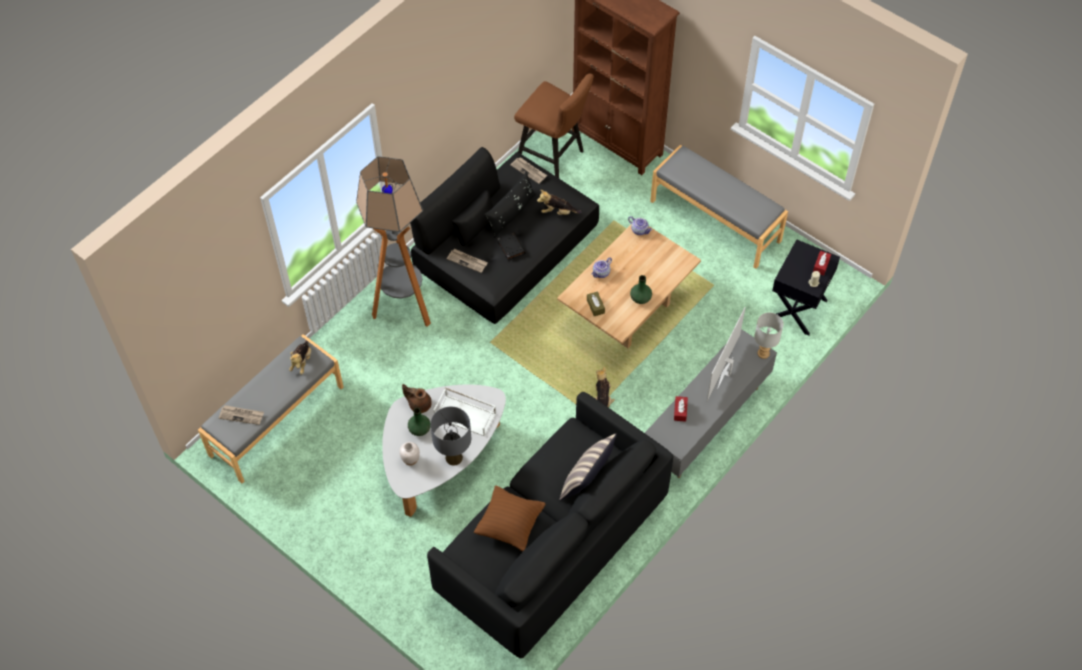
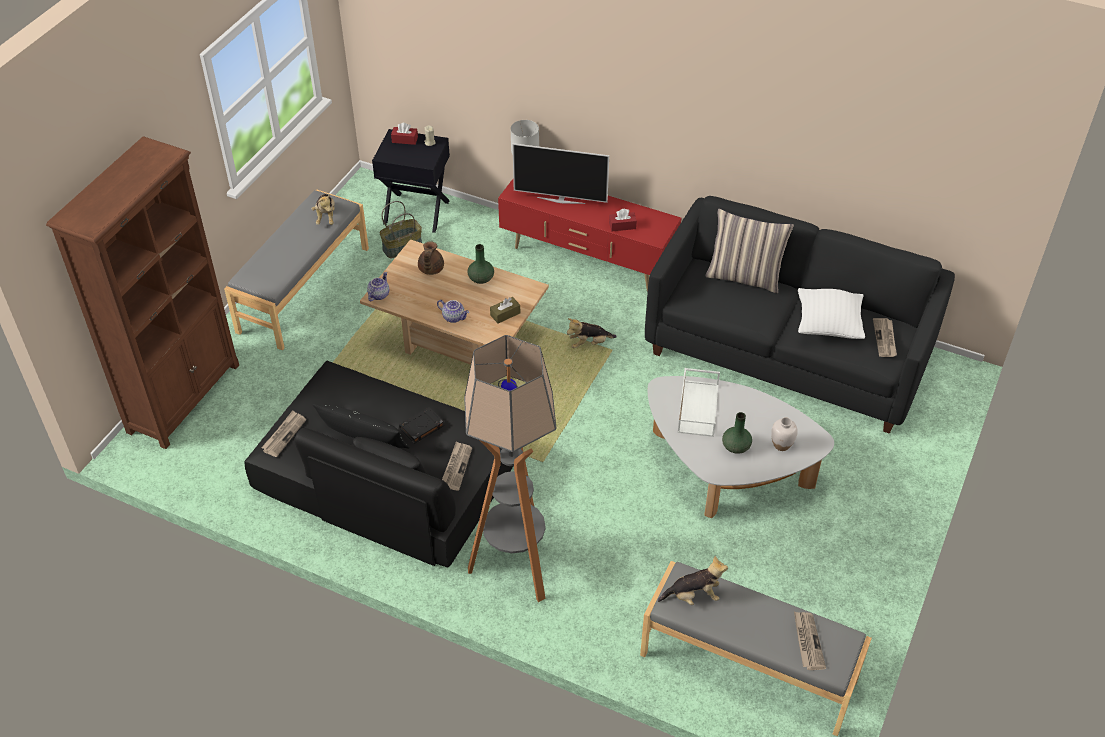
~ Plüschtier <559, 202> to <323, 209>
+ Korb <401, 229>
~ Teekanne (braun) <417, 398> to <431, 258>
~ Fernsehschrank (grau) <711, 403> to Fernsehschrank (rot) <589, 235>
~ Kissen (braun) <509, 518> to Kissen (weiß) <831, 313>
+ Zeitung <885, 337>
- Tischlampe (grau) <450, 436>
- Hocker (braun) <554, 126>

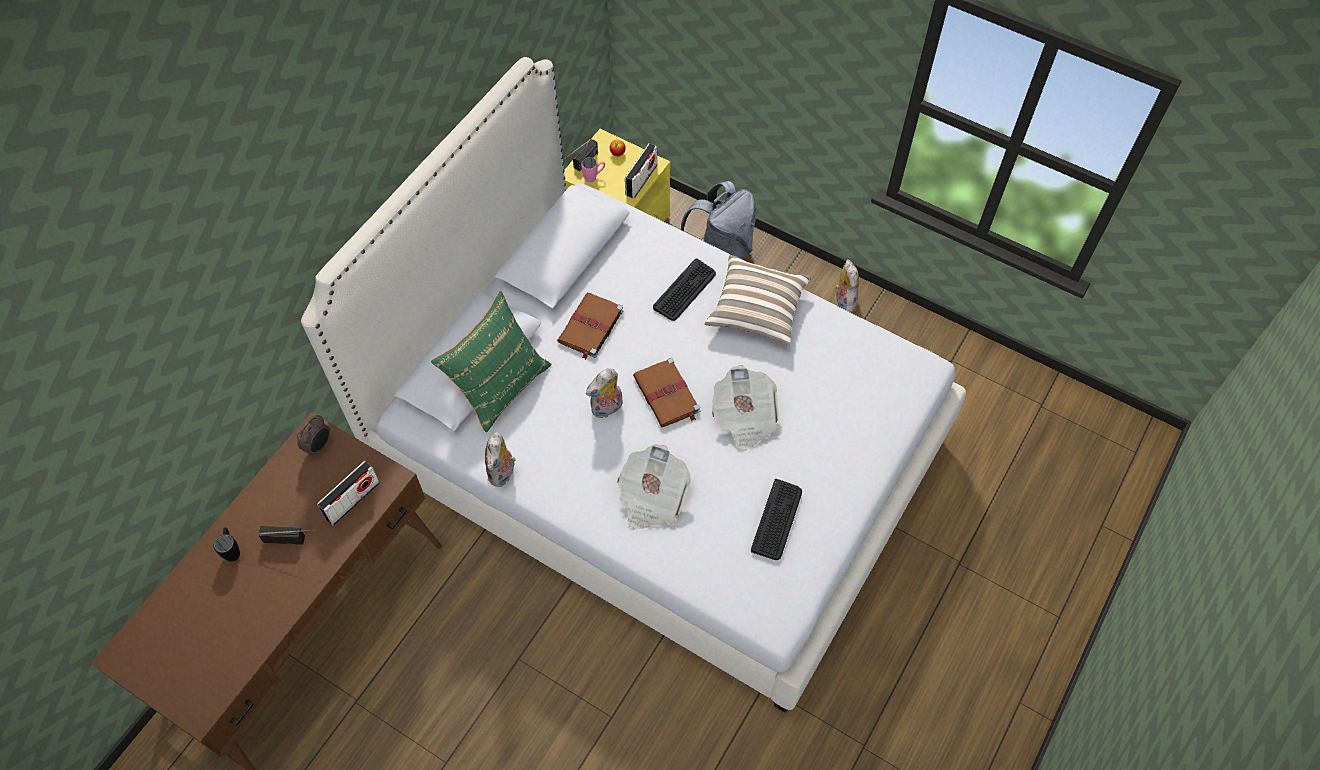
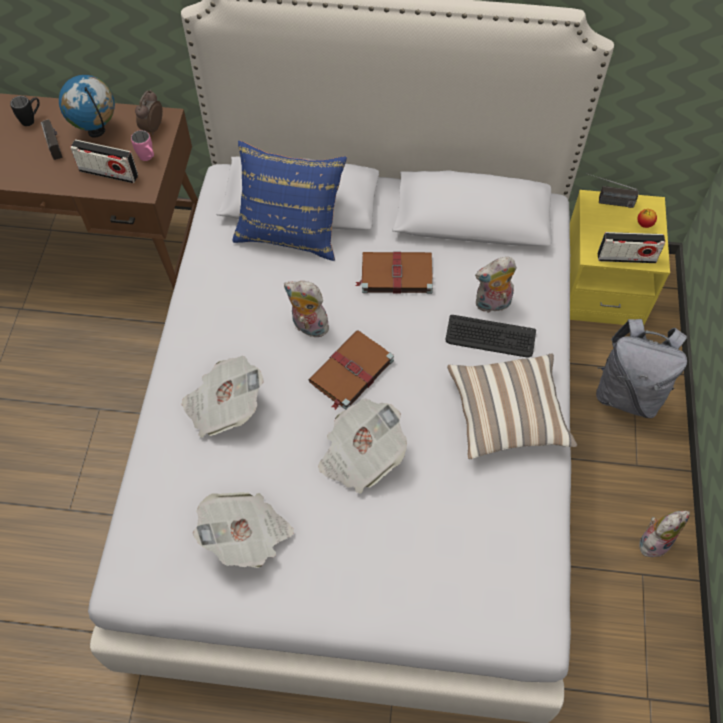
+ Globus <87, 106>
~ Henkelbecher (rosa) <593, 169> to <142, 145>
~ Wecker <313, 435> = <149, 112> 105 degrees clockwise
~ Tastatur <776, 519> to Zeitung <243, 530>
~ Kissen (grün) <491, 361> to Kissen (blau) <290, 201>
~ Plüschtier <500, 459> to <496, 285>

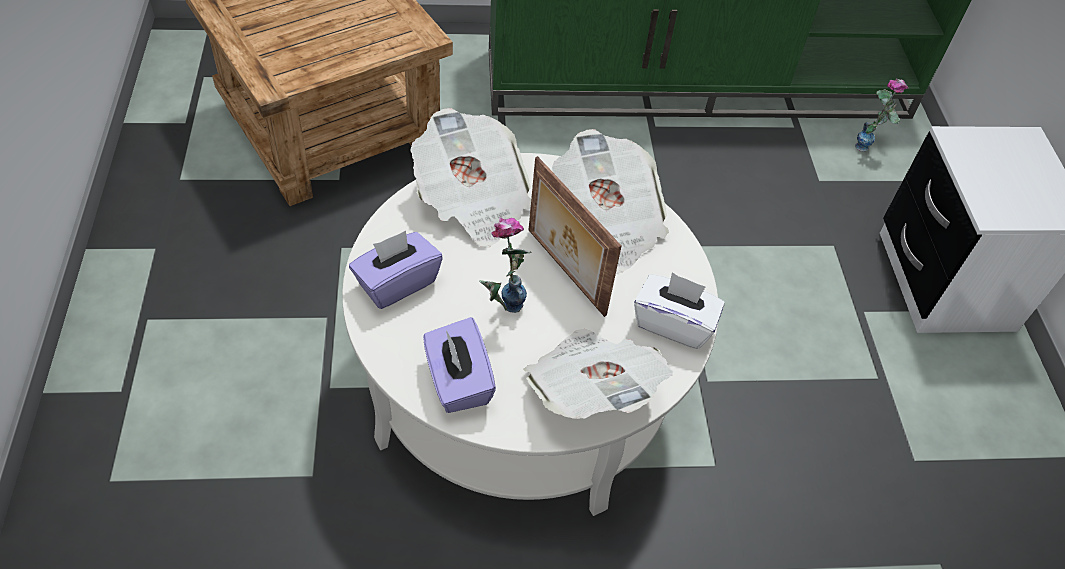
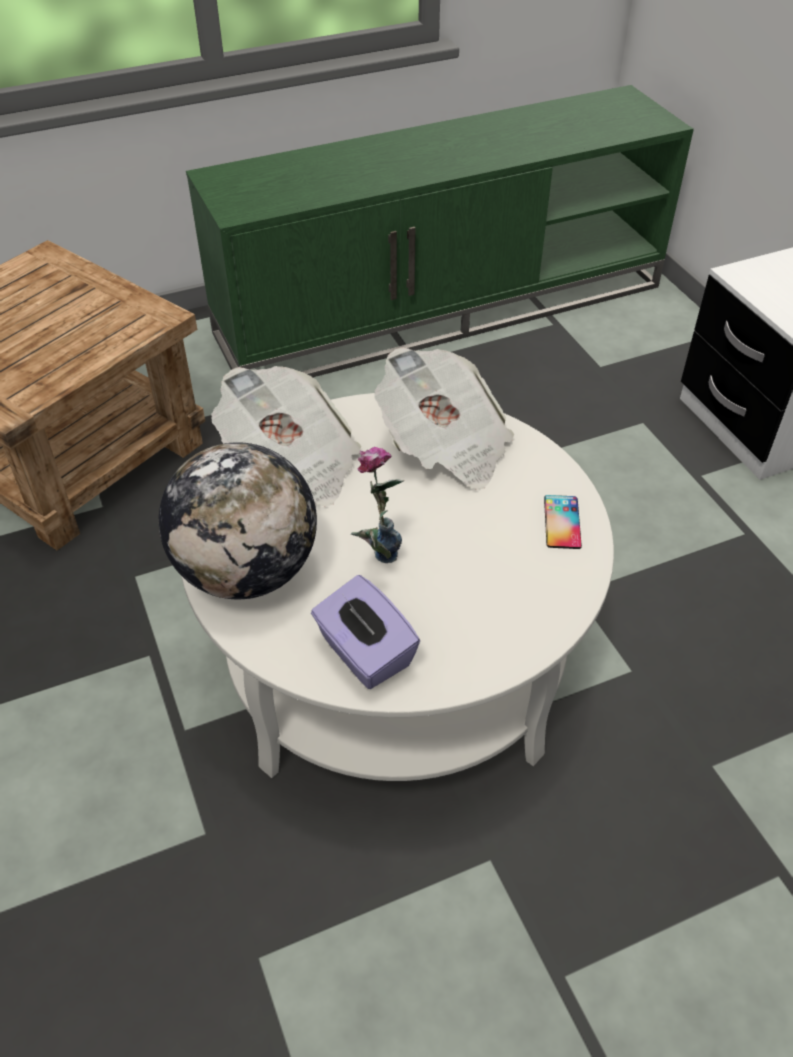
~ Taschentuchbox (lila) <396, 270> to Globus <237, 520>
~ Taschentuchbox (weiß) <679, 310> to Handy <563, 522>
- Zeitung <598, 374>
- Bilderrahmen <575, 236>
- Vase <881, 115>

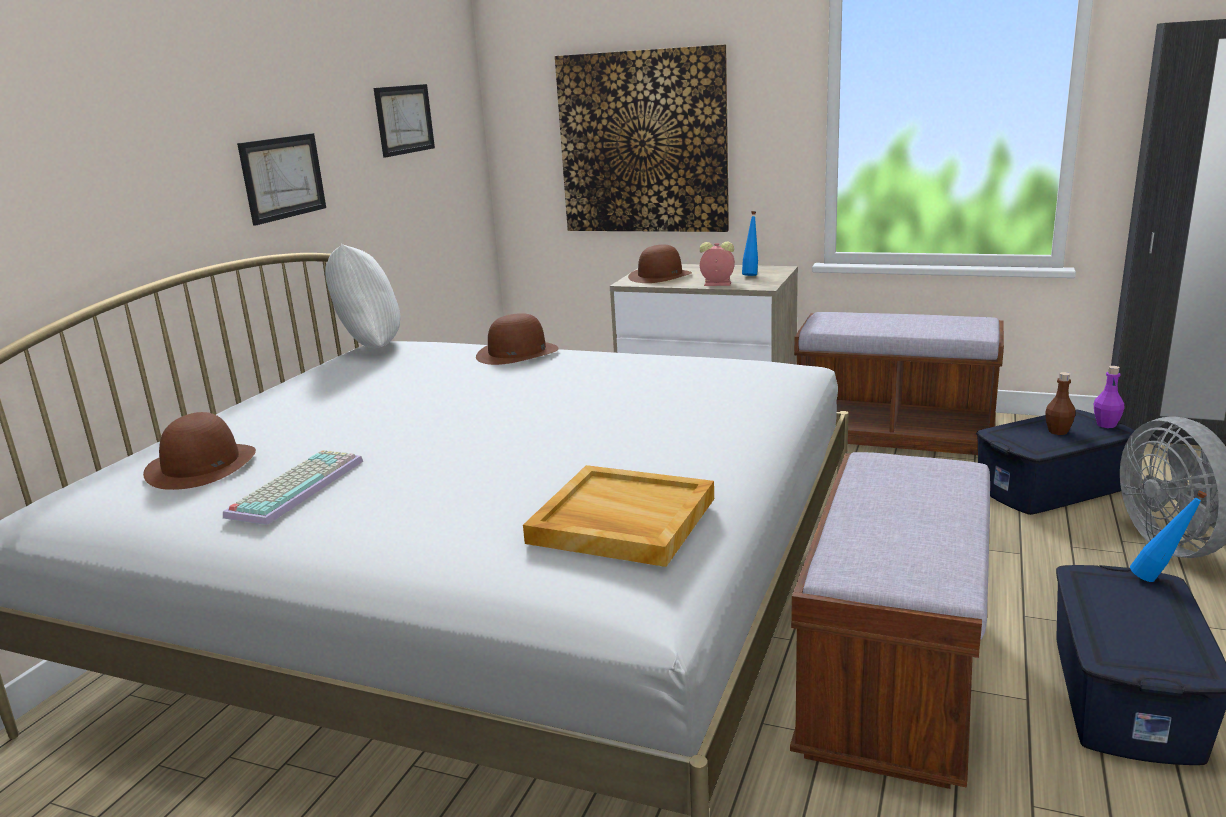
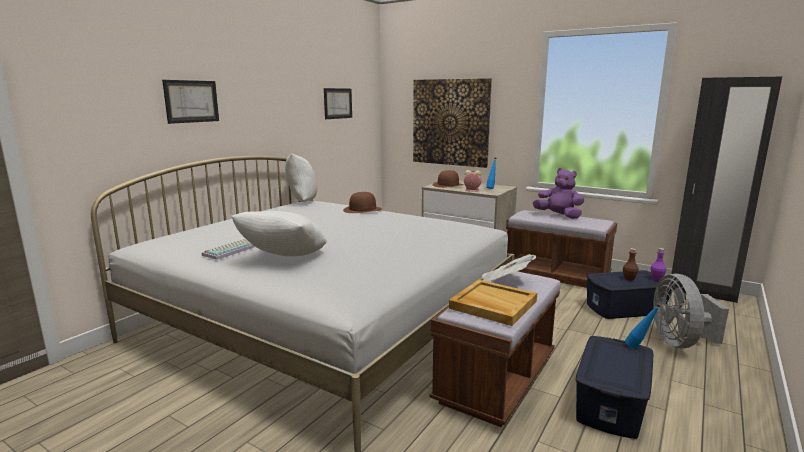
~ Bild <281, 179> to <190, 102>
+ Kissen (weiß) <279, 234>
~ Tablett (beige) <618, 516> to <493, 302>
+ Zeitung <509, 268>
+ Plüschtier (lila) <558, 193>
- Hut (braun) <199, 451>

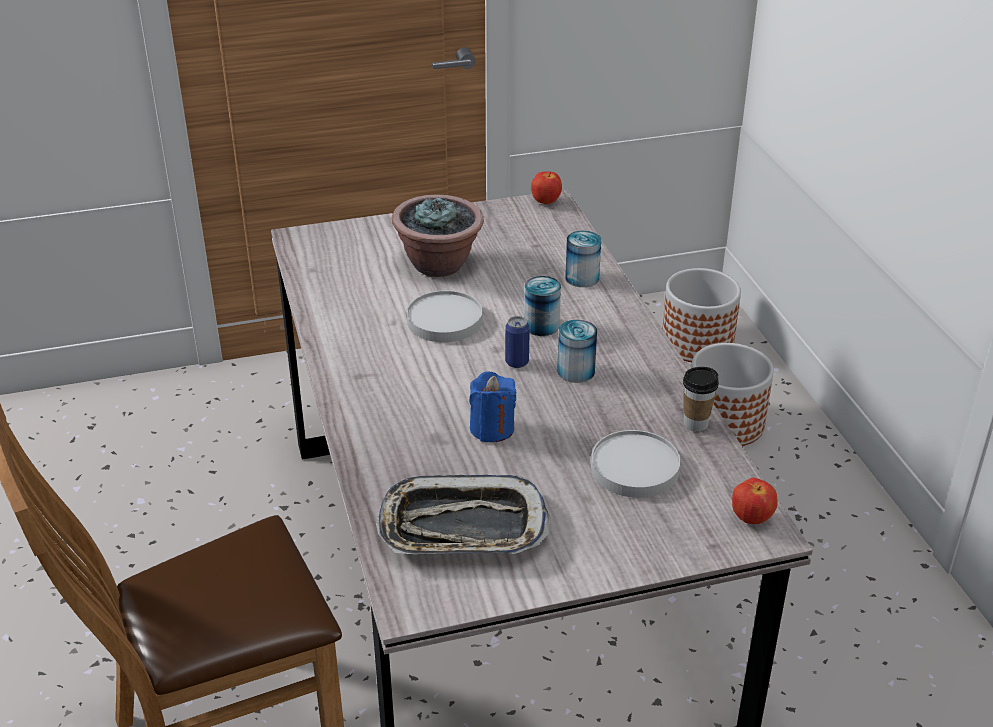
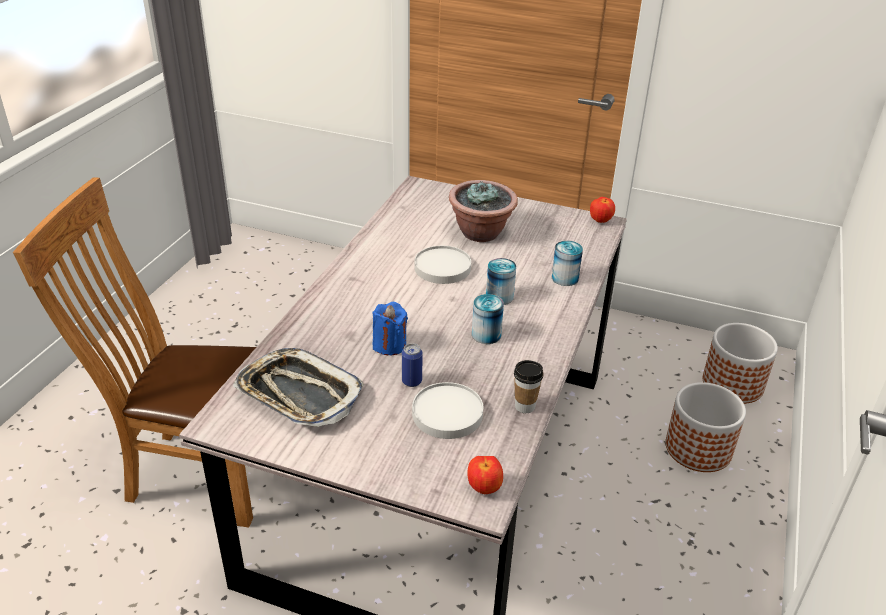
~ Dose <517, 342> to <412, 365>

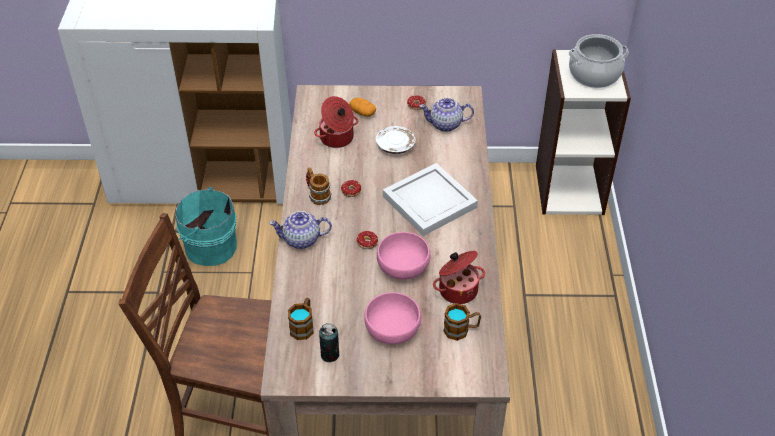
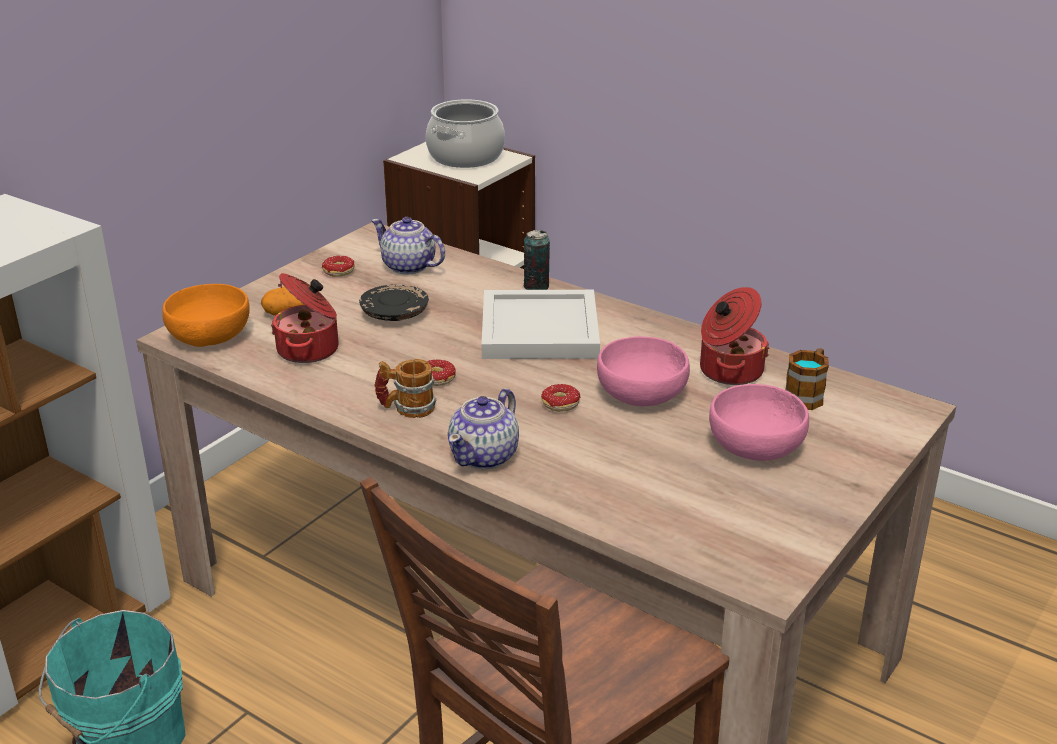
+ Schüssel (orange) <206, 315>
~ Teller (weiß) <396, 140> to Teller (schwarz) <394, 302>
~ Teekanne <446, 115> = <408, 246> 90 degrees clockwise
~ Dose <329, 342> to <536, 260>
- Henkelbecher <301, 319>

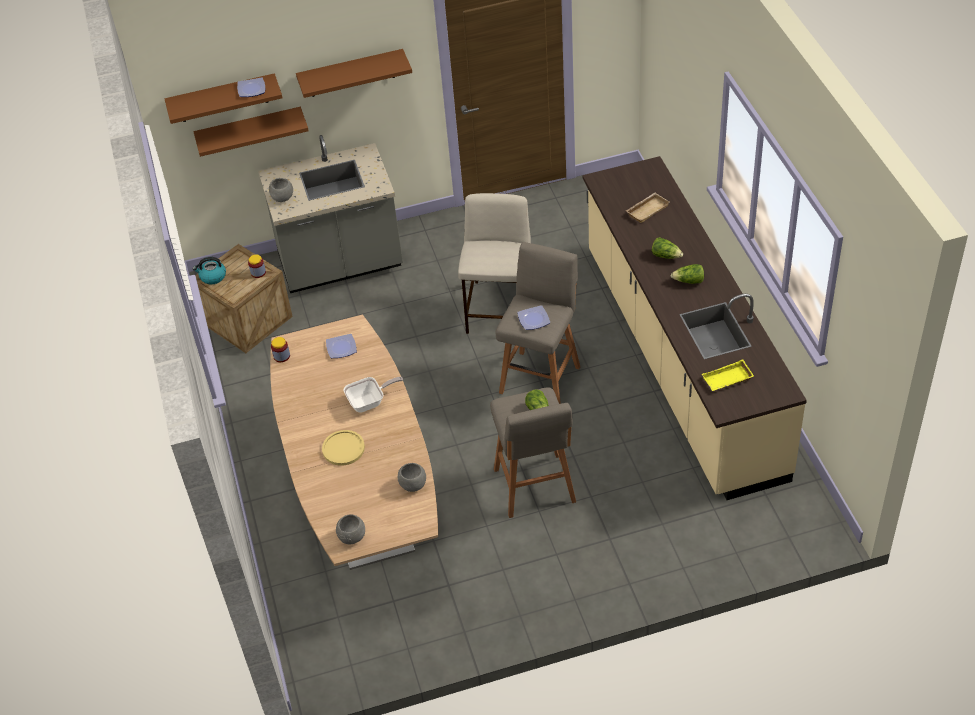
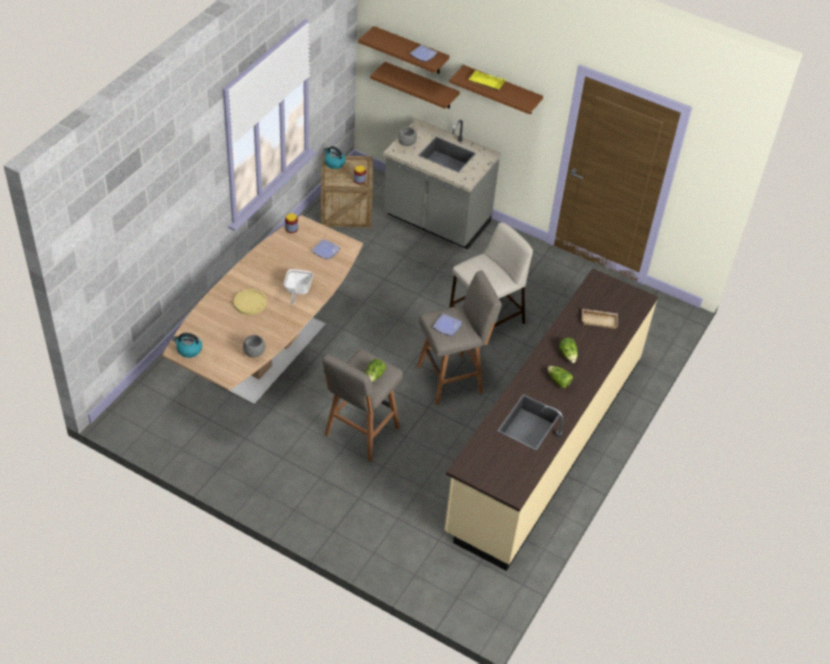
~ Schüssel (grau) <350, 529> to Wasserkessel <187, 345>
~ Pfanne <373, 394> = <298, 286> 75 degrees clockwise
~ Tablett (gelb) <728, 375> to <487, 80>

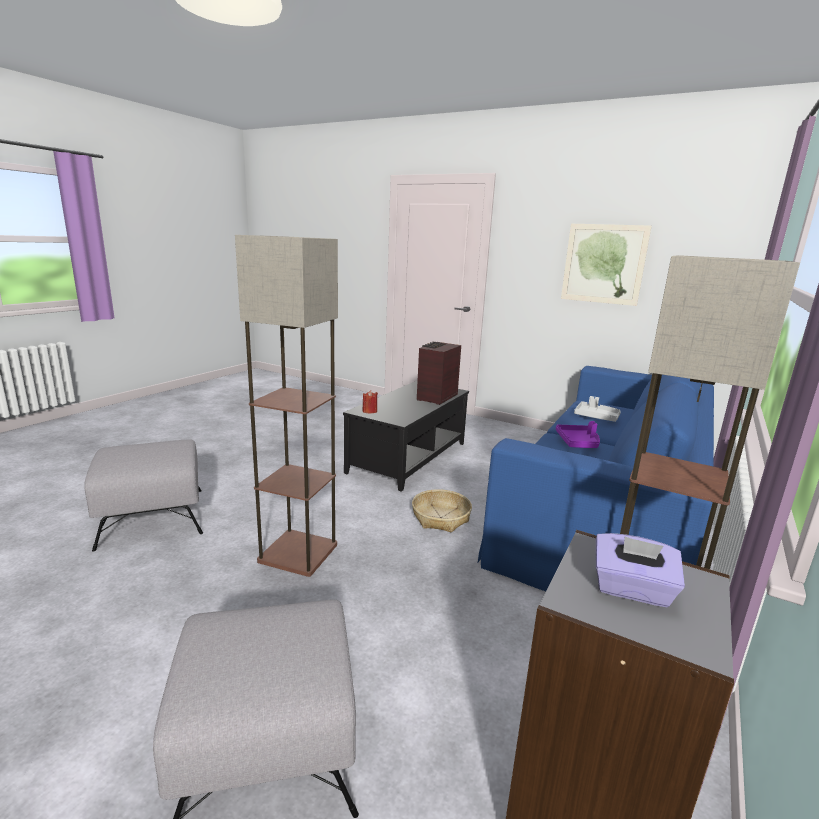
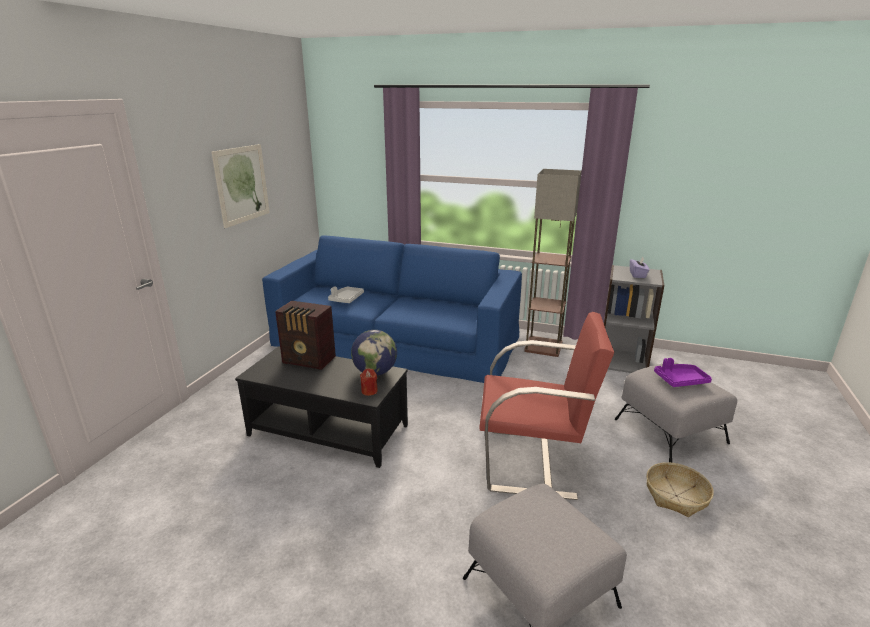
+ Globus <374, 353>
~ Stehlampe <286, 406> to Sessel (rot) <547, 406>
~ Korb <442, 510> to <680, 489>
~ Tablett (lila) <578, 434> to <683, 372>

